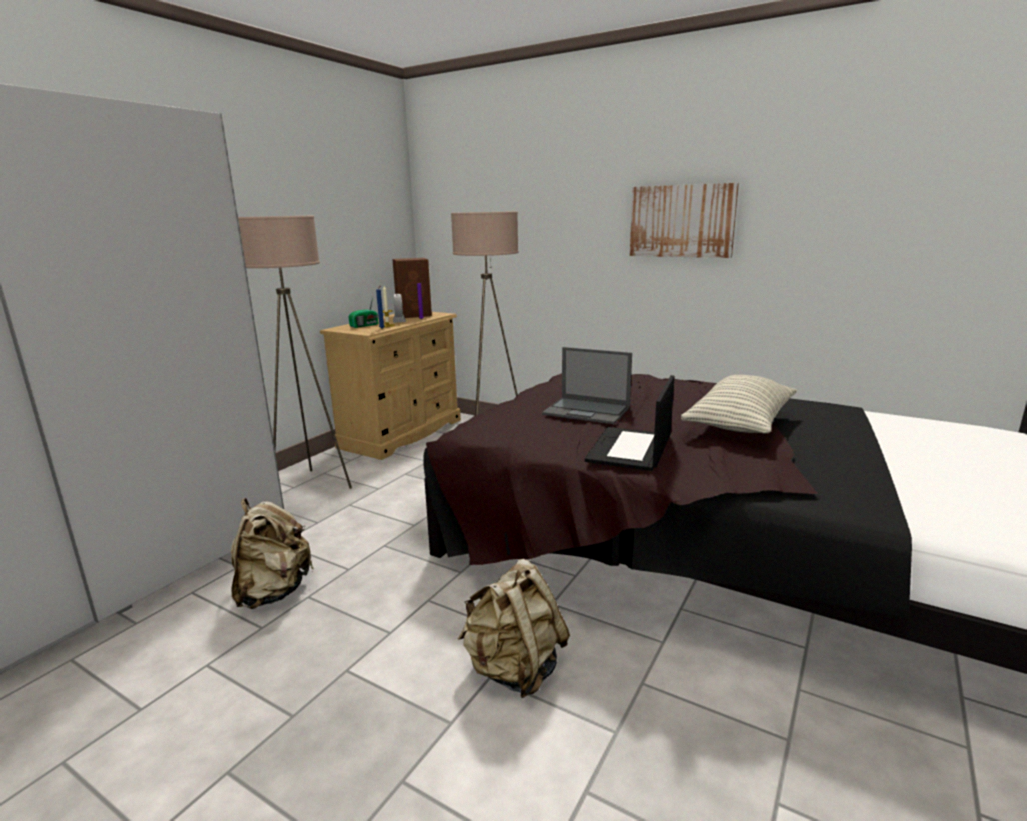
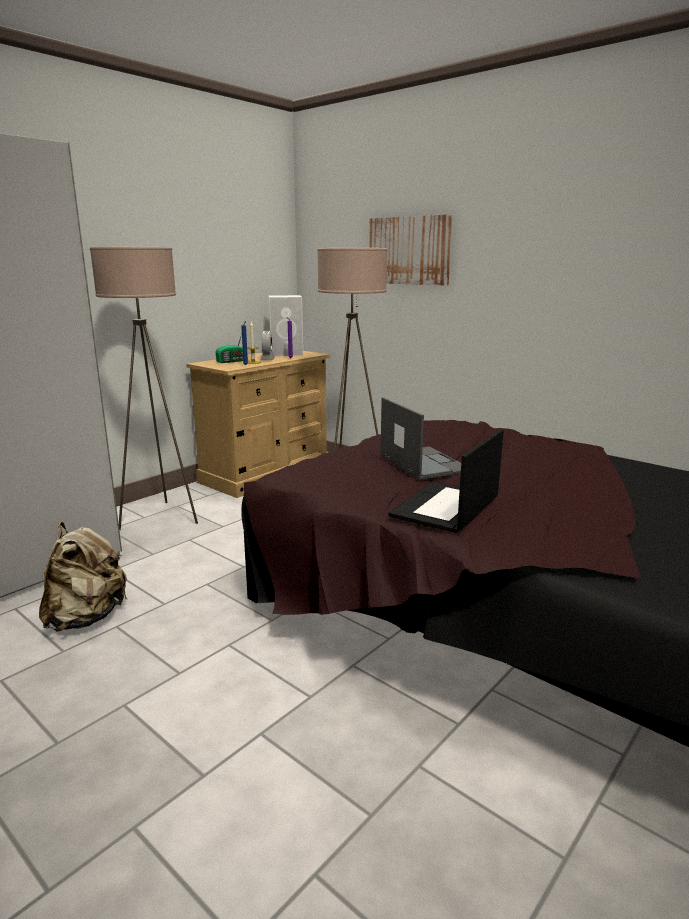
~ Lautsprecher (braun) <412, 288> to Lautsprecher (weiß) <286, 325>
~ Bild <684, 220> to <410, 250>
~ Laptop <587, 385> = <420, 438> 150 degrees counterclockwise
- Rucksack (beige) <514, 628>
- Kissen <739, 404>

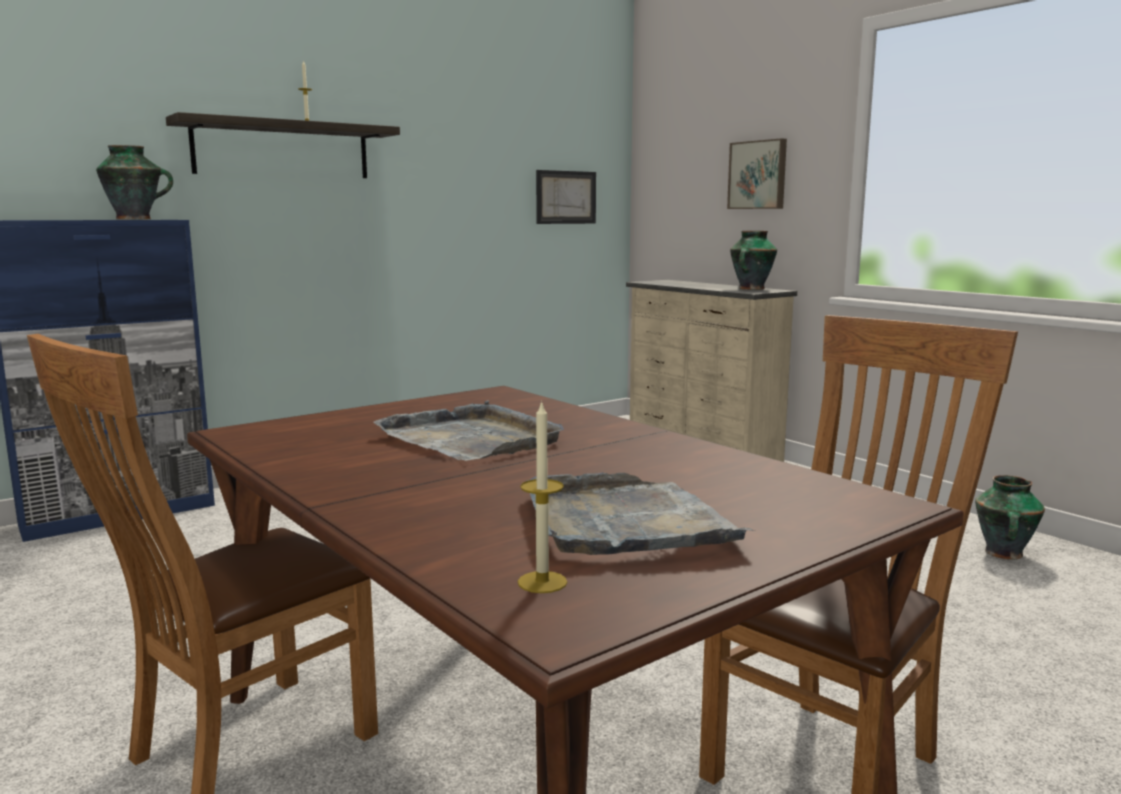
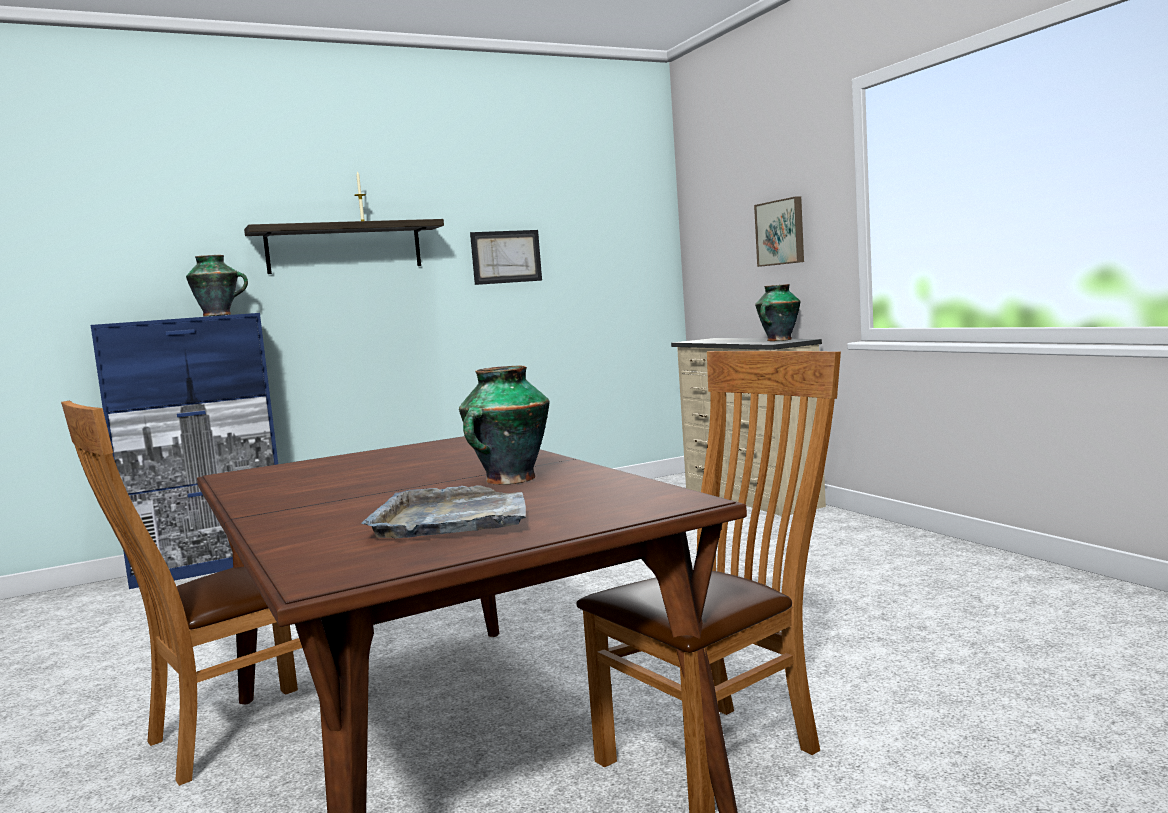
~ Vase <1010, 517> to <504, 425>
~ Bild <566, 197> to <506, 257>
- Tablett (grau) <468, 431>
- Kerze <542, 496>

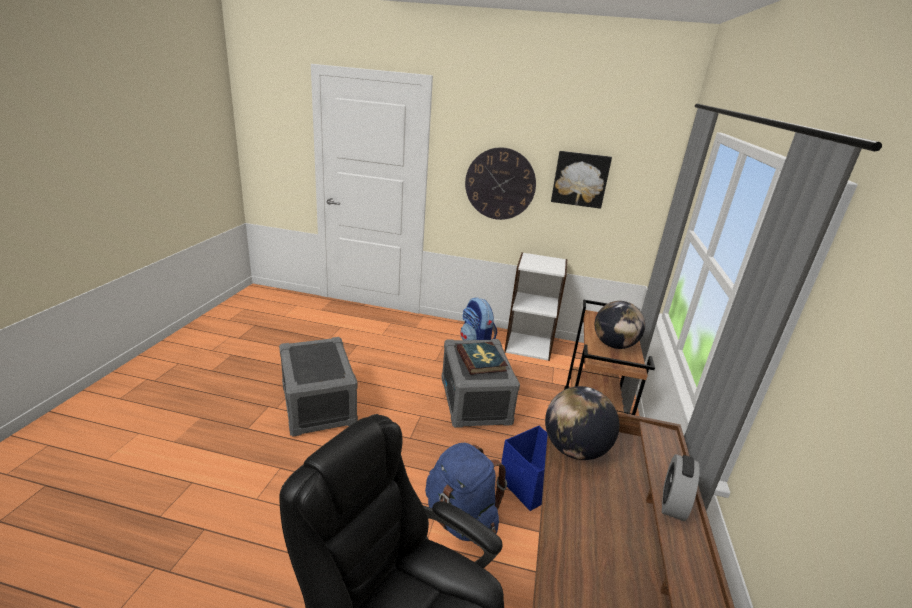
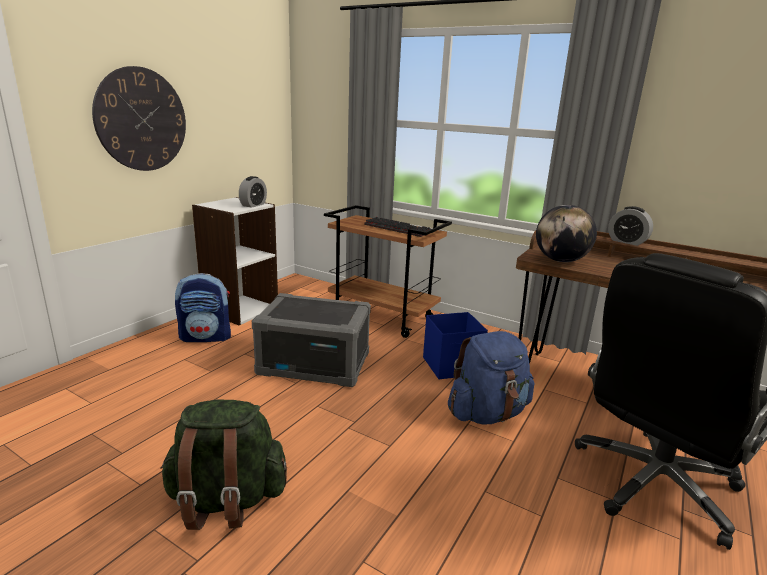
~ Aufbewahrungsbox (grau) <318, 387> to Rucksack (grün) <223, 465>
+ Wecker <253, 192>
~ Globus <620, 325> to Tastatur <397, 227>
- Buch <482, 358>
- Bild <581, 180>

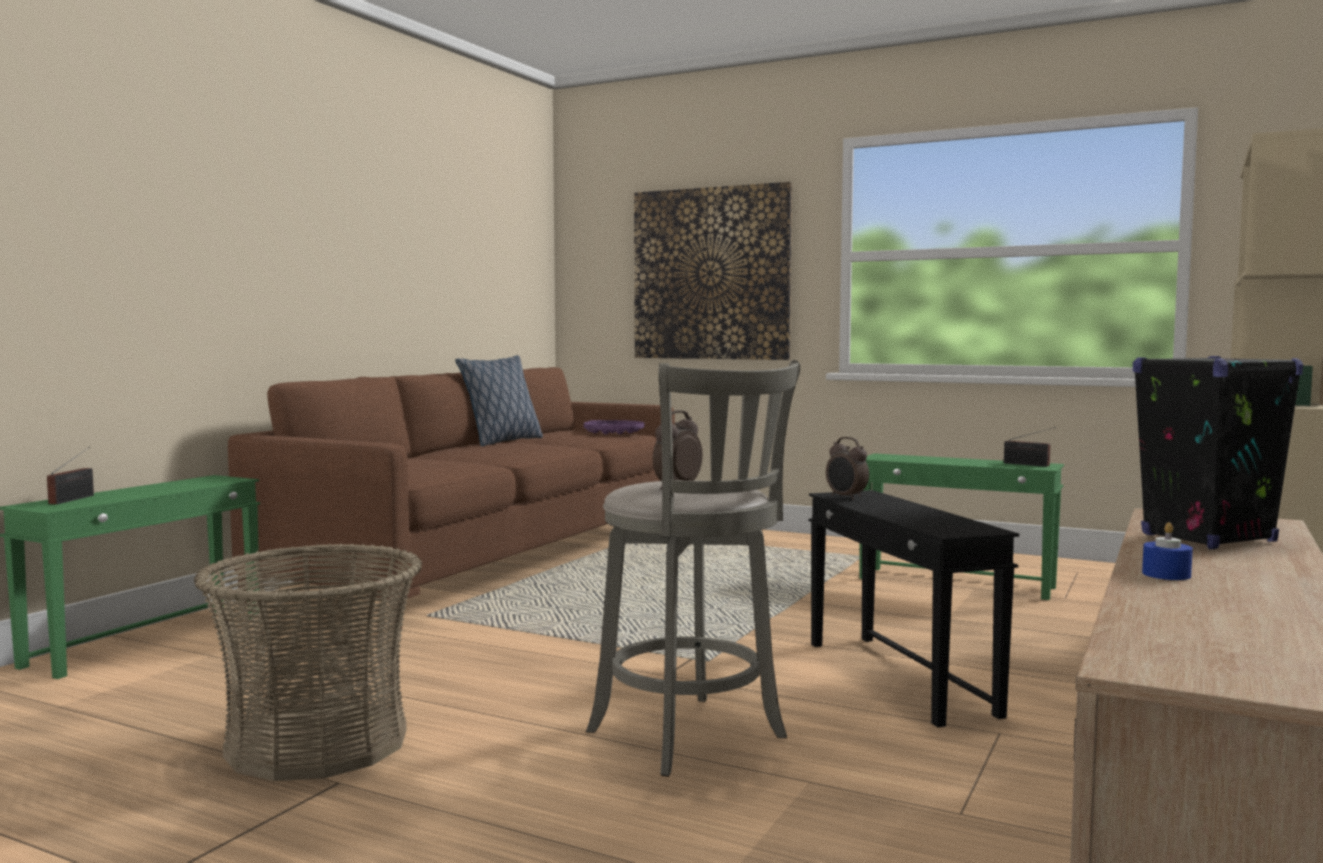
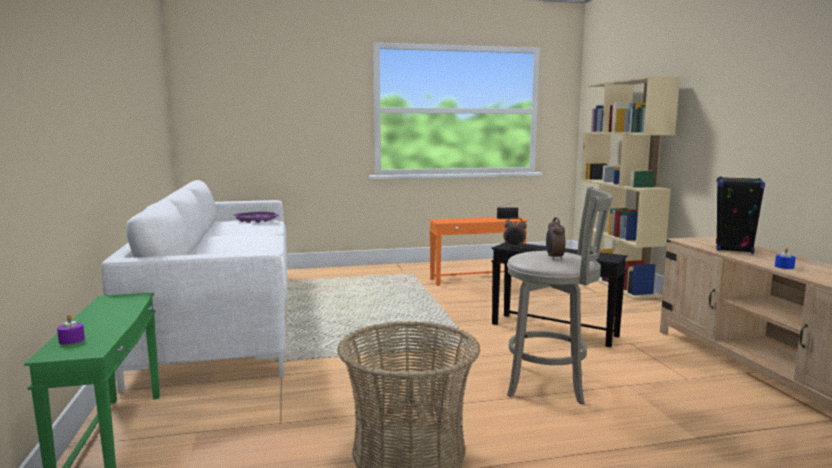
~ Radio <70, 475> to Kerze (lila) <71, 329>
~ Sofa (braun) <451, 498> to Sofa (weiß) <194, 286>
~ Beistelltisch (grün) <961, 526> to Beistelltisch (orange) <478, 251>
- Kissen <499, 400>
- Bild <713, 271>

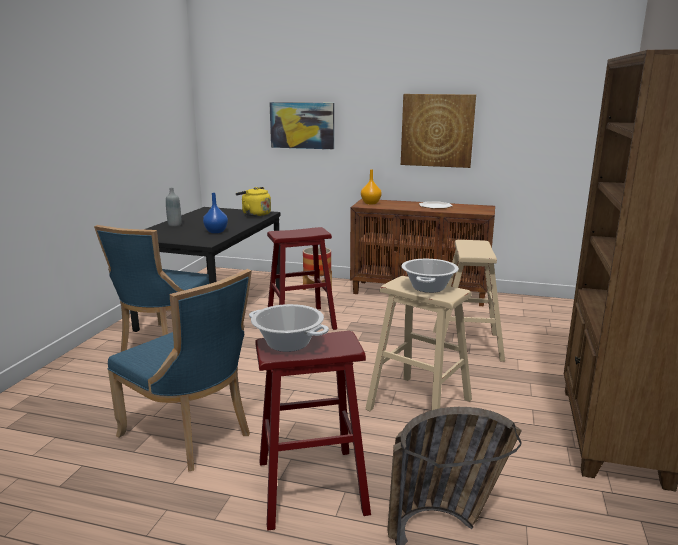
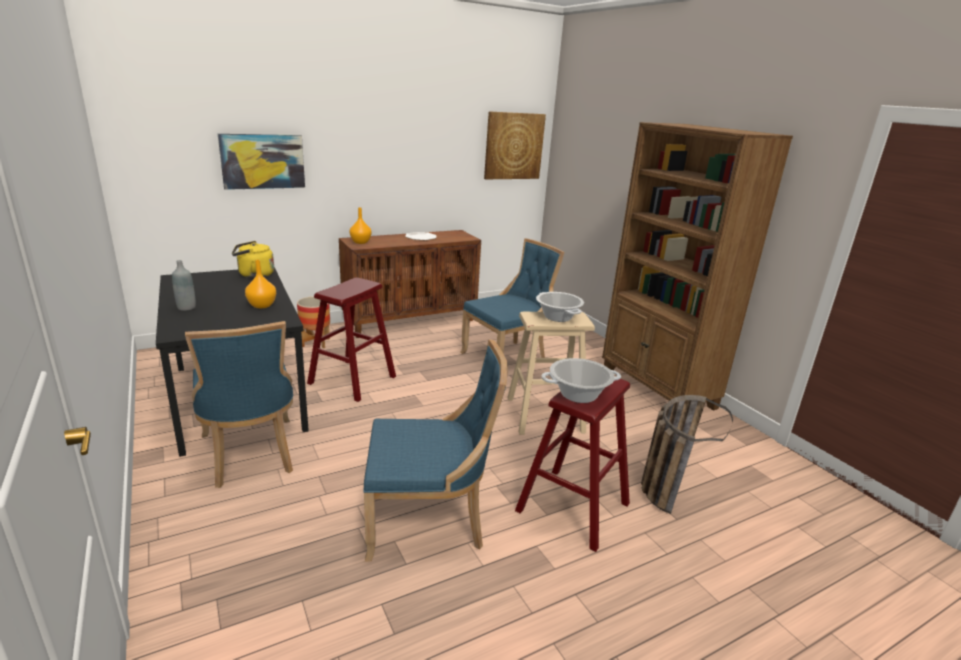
~ Vase (blau) <215, 213> to Vase (orange) <260, 284>
~ Hocker (beige) <469, 301> to Stuhl (blau) <512, 298>
~ Bild <438, 131> to <515, 145>

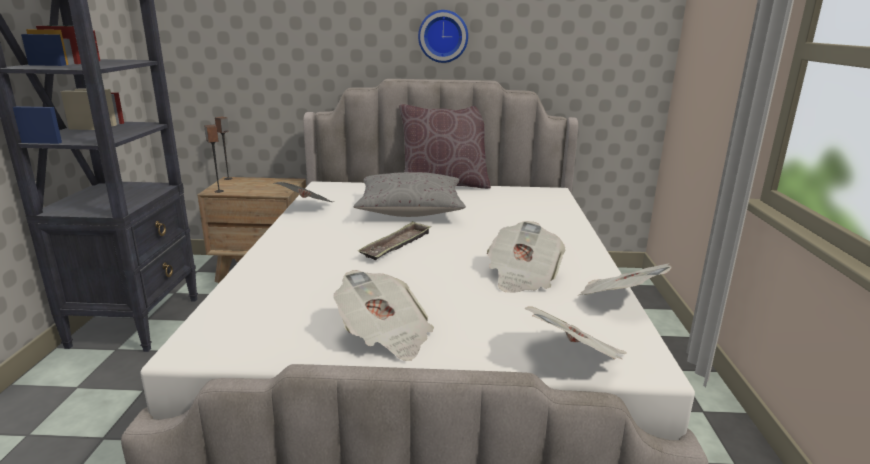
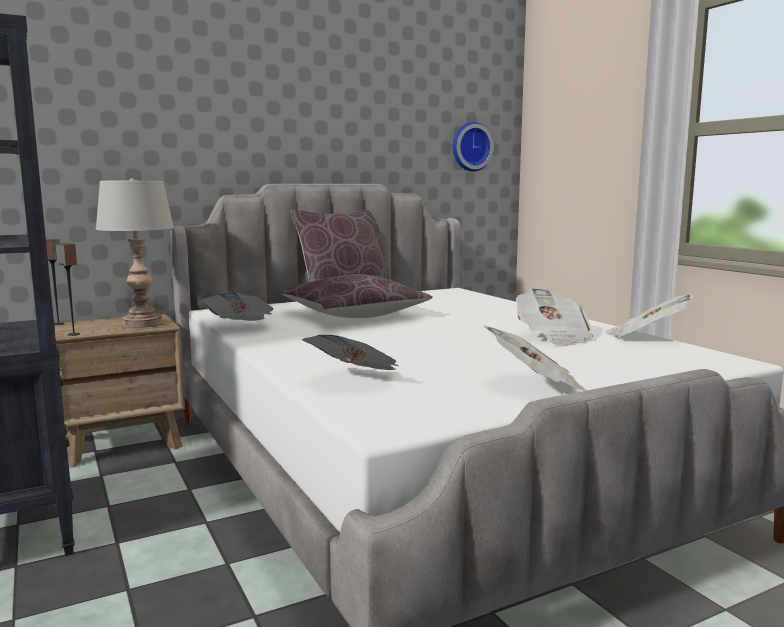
+ Tischlampe (grau) <134, 253>
~ Kissen (grau) <410, 194> to Kissen (braun) <357, 296>
~ Zeitung <576, 333> to <350, 352>
~ Wanduhr <443, 36> to <473, 147>
- Tablett <394, 240>

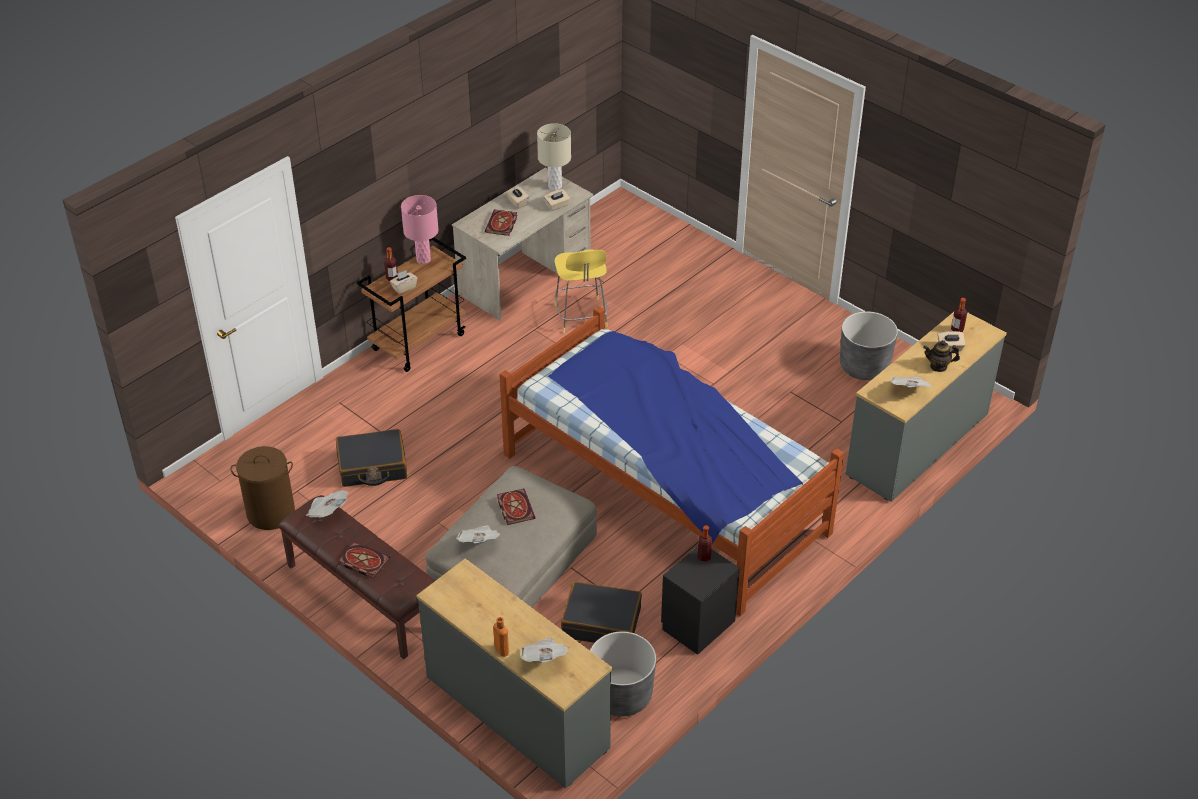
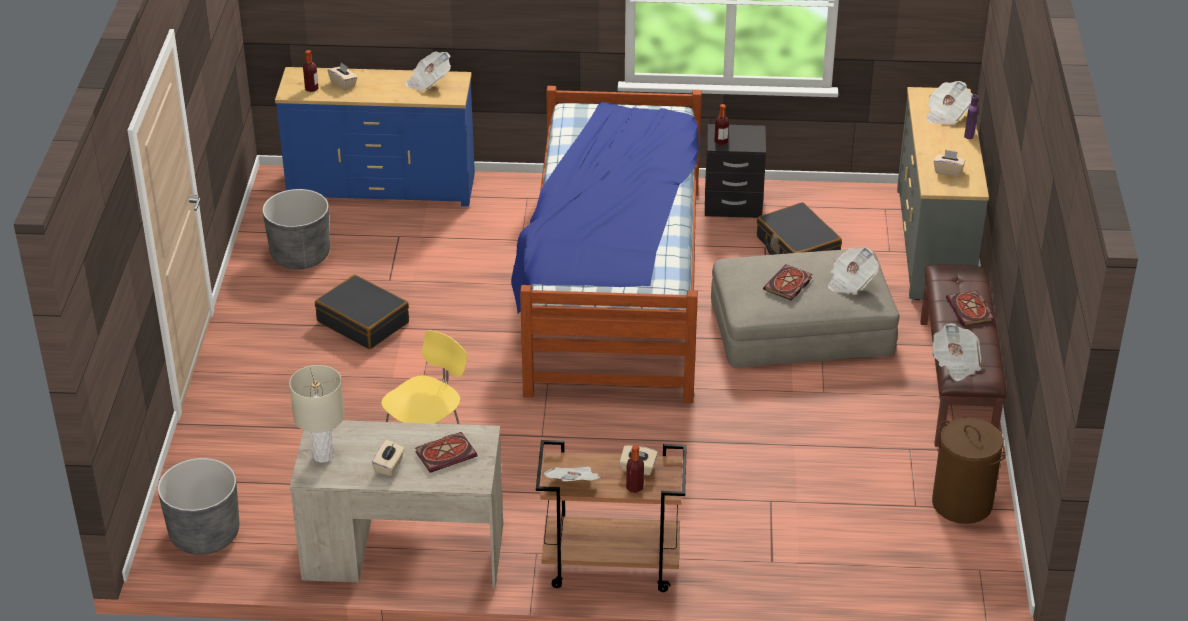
~ Pflanzkübel (grau) <623, 674> to <198, 506>
~ Kommode (grau) <926, 407> to Kommode (blau) <375, 136>
~ Koffer (schwarz) <371, 458> to <362, 312>
~ Tischlampe (rosa) <420, 229> to Zeitung <572, 474>
~ Taschentuchbox (beige) <557, 200> to <949, 163>
~ Flasche (orange) <501, 637> to Flasche (lila) <971, 117>
- Teekanne <941, 356>

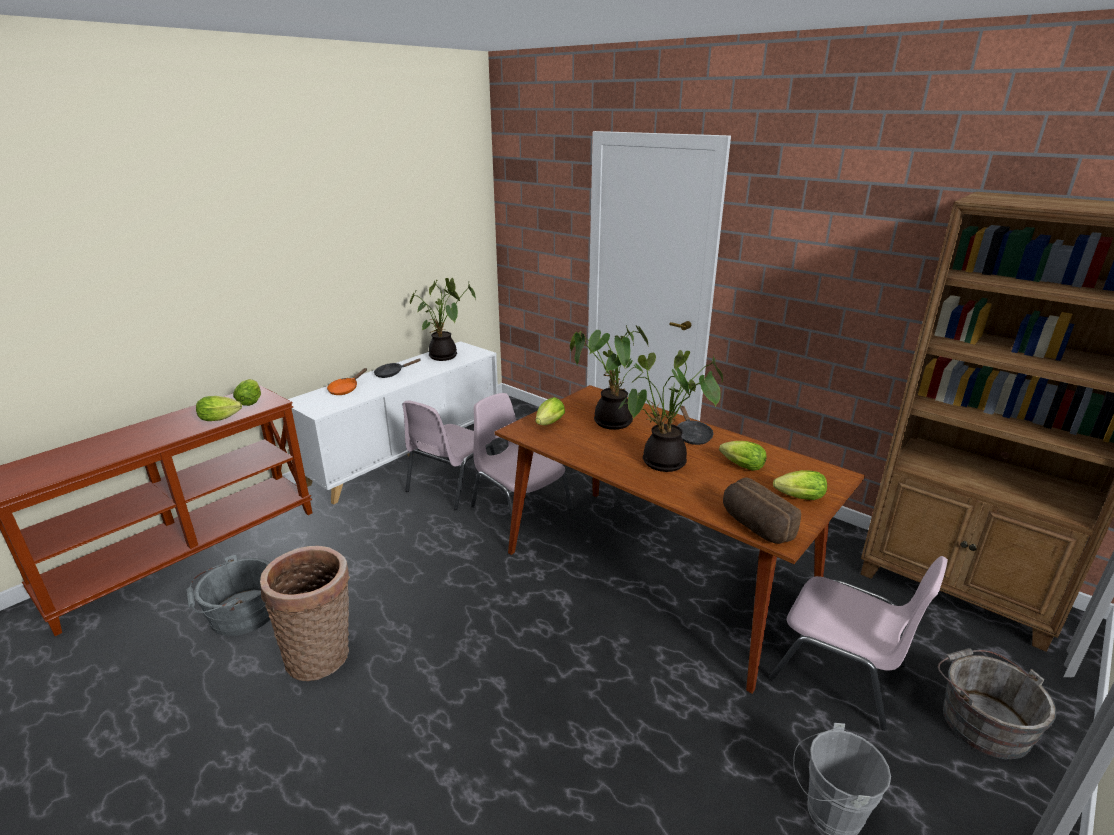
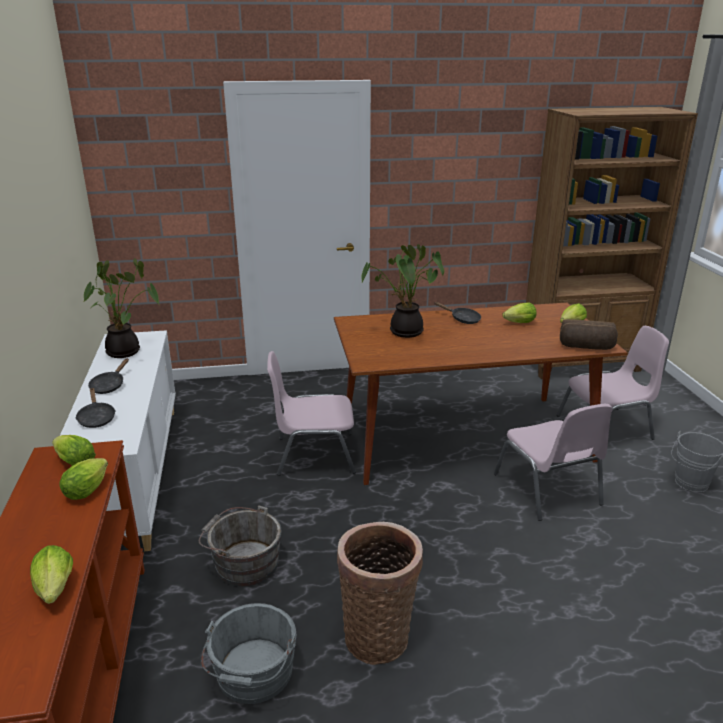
~ Salatkopf <550, 411> to <51, 574>
~ Pfanne (orange) <347, 381> to Pfanne (schwarz) <95, 408>
~ Eimer (grau) <997, 704> to <240, 546>
~ Stuhl (rosa) <449, 455> to <553, 462>
- Topfpflanze <671, 411>

